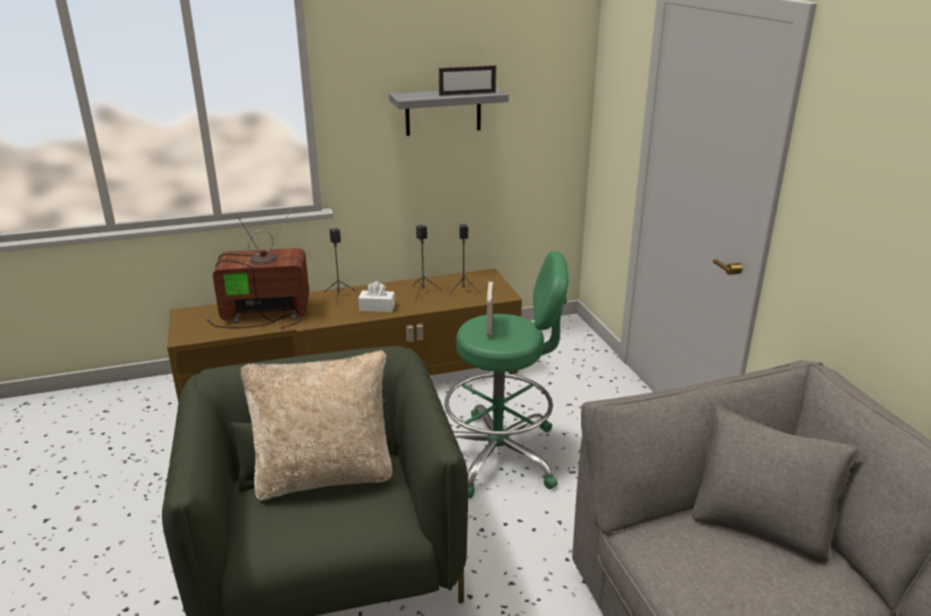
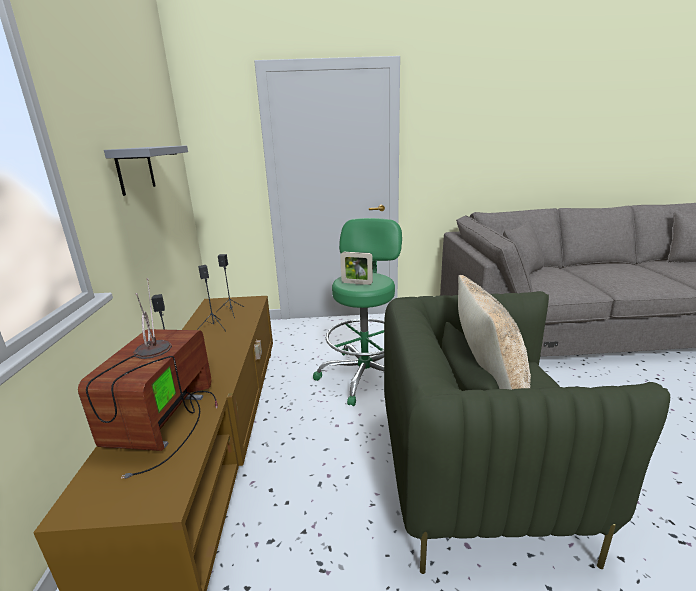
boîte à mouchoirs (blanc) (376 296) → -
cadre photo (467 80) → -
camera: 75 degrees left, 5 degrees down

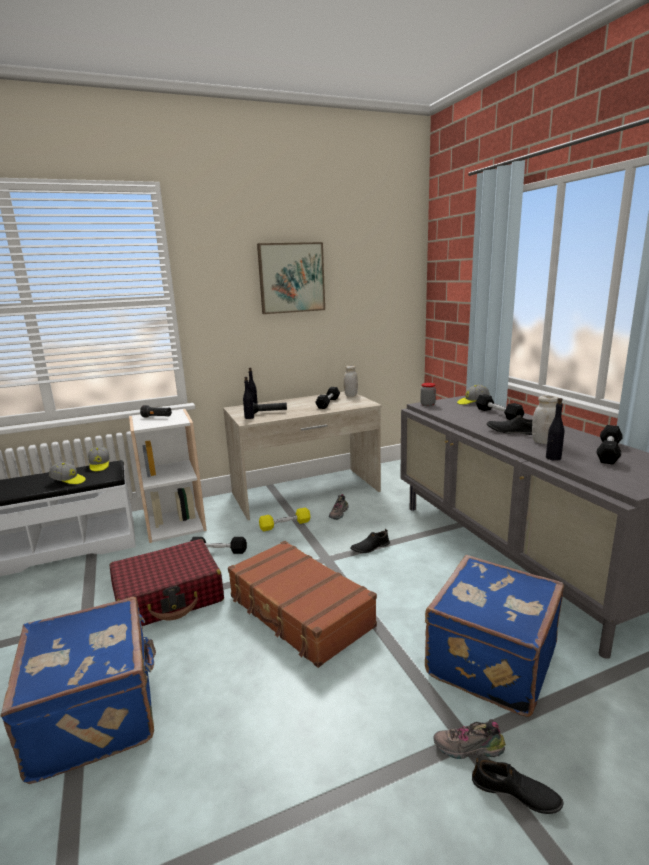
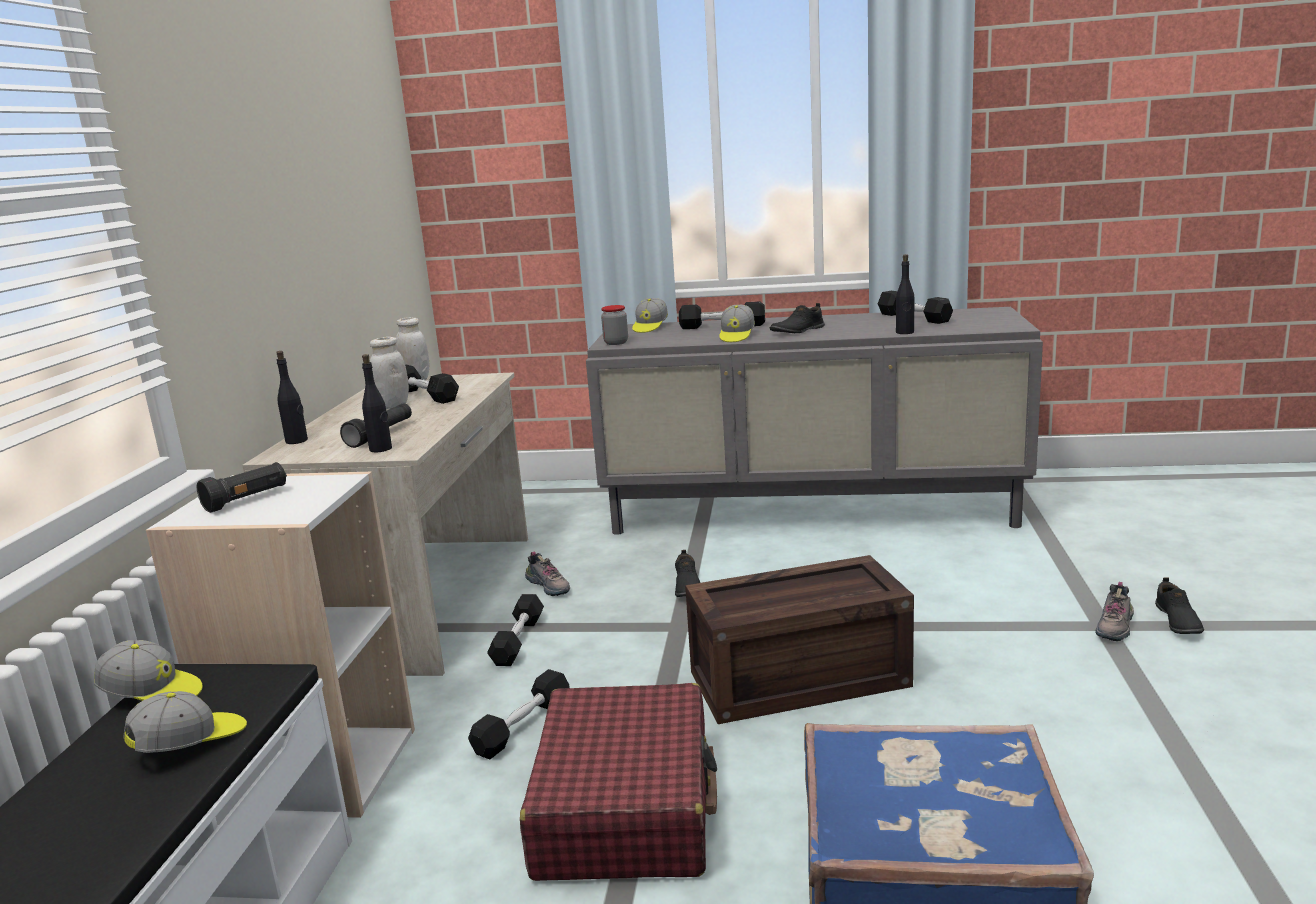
tableau (291 278) → -
valise (bleu) (494 636) → -
- → casquette (737 323)
bocal (blanc) (545 419) → bocal (blanc) (389 373), move
valise (marron) (302 604) → caisse (799 639)
haltère (jaune) (285 520) → haltère (noir) (515 630)
chaussure (noir) (517 786) → chaussure (noir) (1179 605), 135 degrees clockwise
camera: 60 degrees left, 0 degrees up

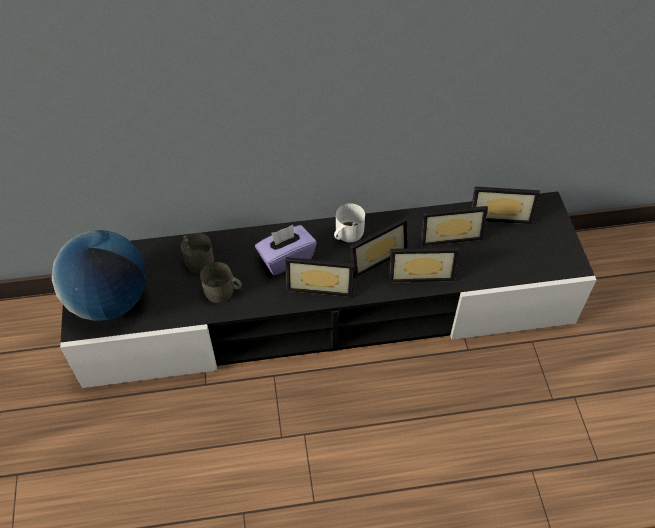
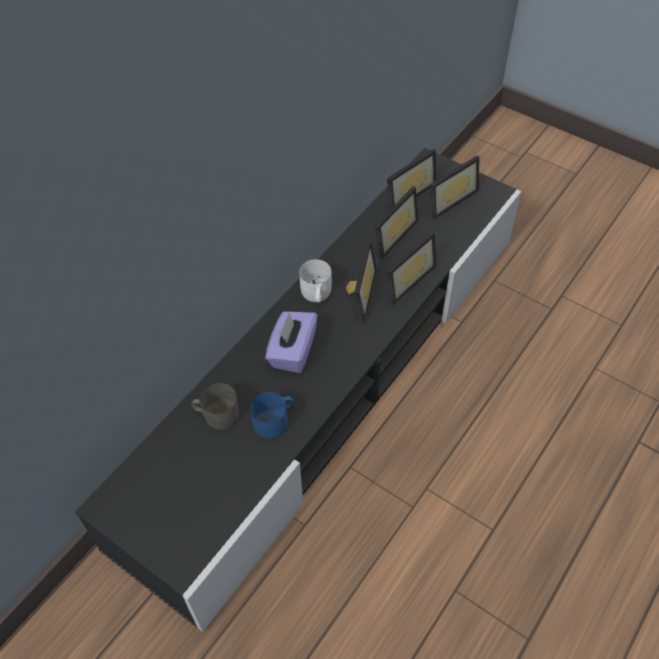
globe (99 275) → -
cadre photo (319 277) → cadre photo (454 188), move
mug (gris) (221 282) → mug (bleu) (272 415)
camera: 45 degrees left, 0 degrees up

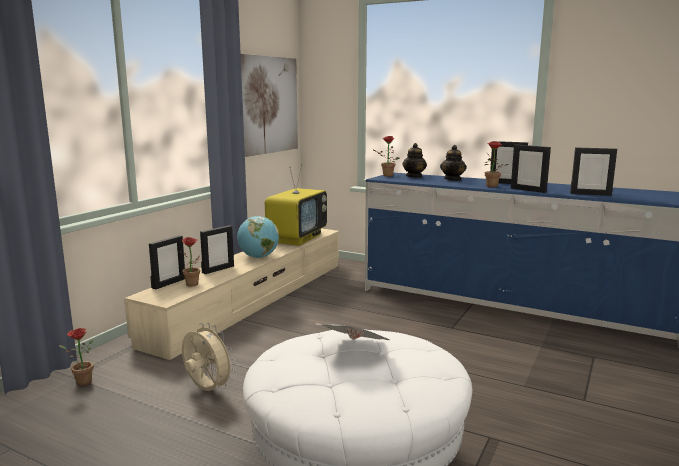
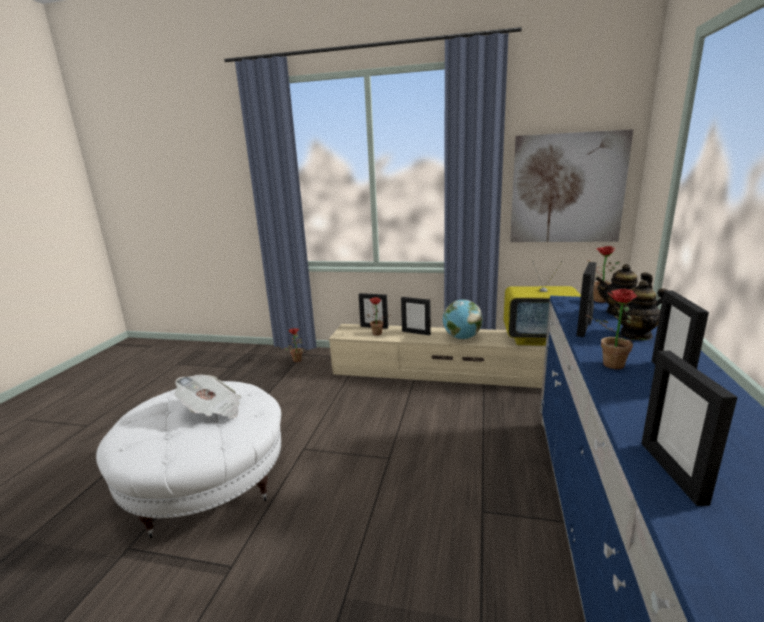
ventilateur (beige) (209 357) → -
cadre photo (531 169) → cadre photo (586 299), move
camera: 75 degrees right, 5 degrees up

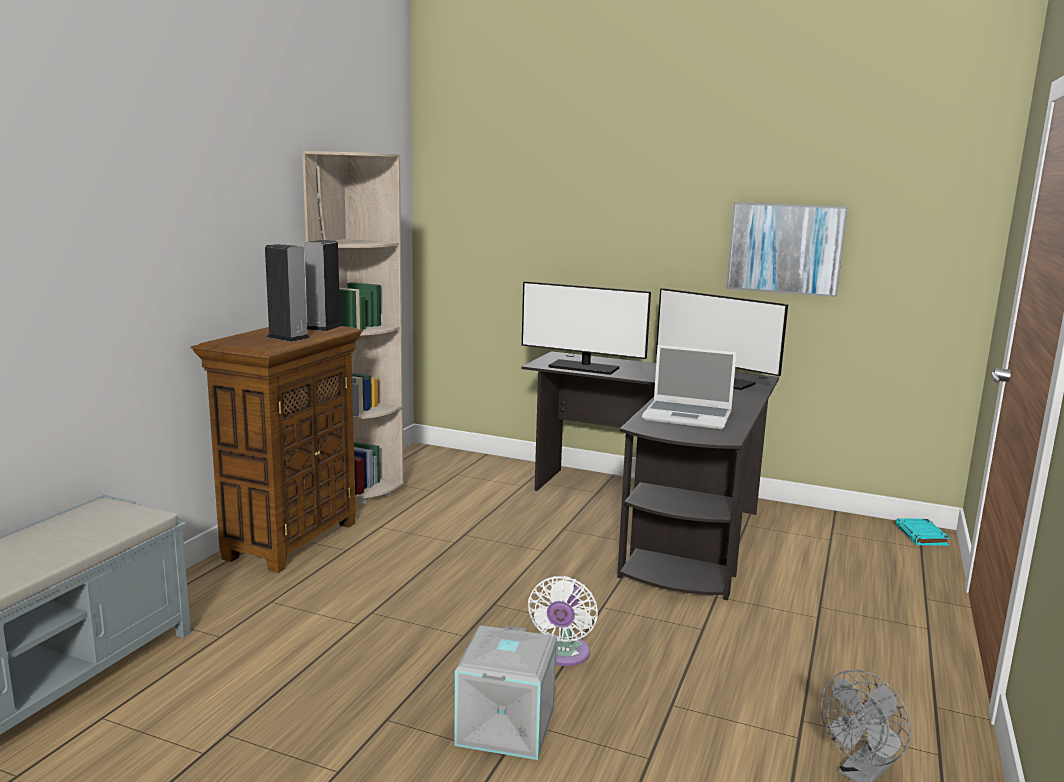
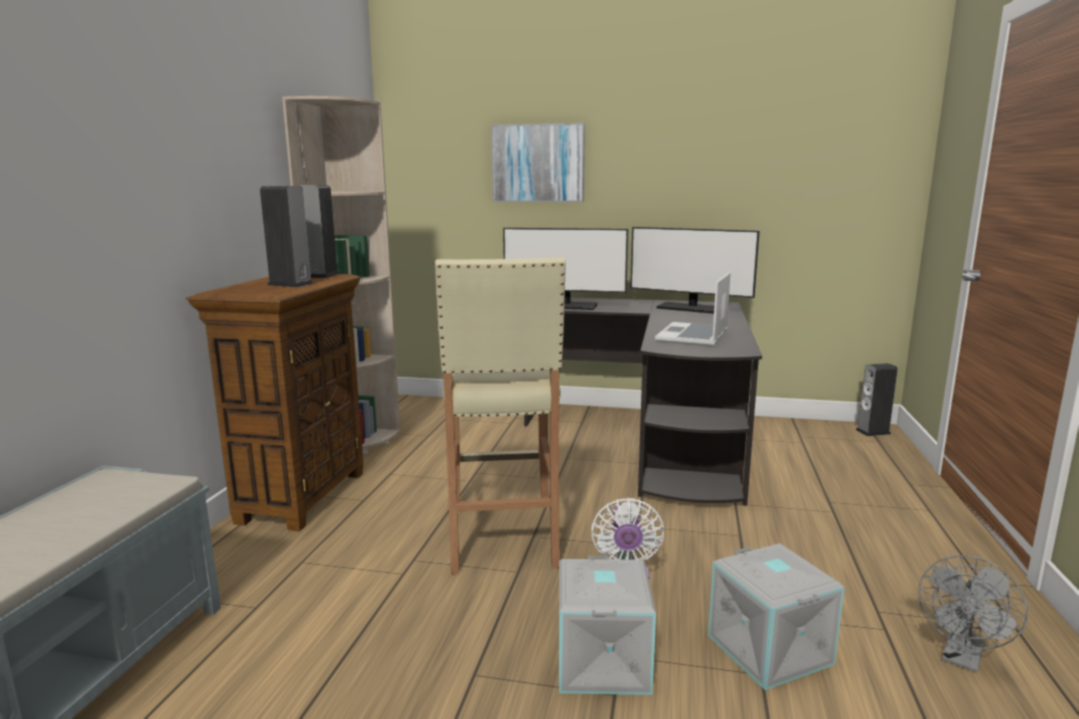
- → tabouret (beige) (500 415)
- → boîte de rangement (gris) (776 616)
tableau (786 249) → tableau (538 162), move
livre (turquoise) (922 532) → enceinte (877 399)
ordinateur portable (689 387) → ordinateur portable (693 309), 105 degrees clockwise
camera: 10 degrees left, 0 degrees up

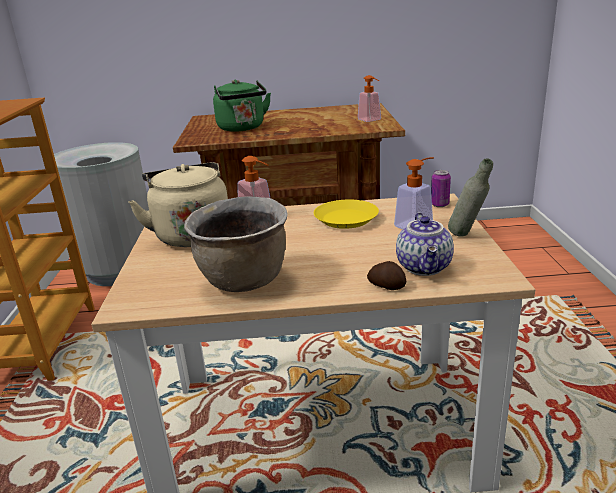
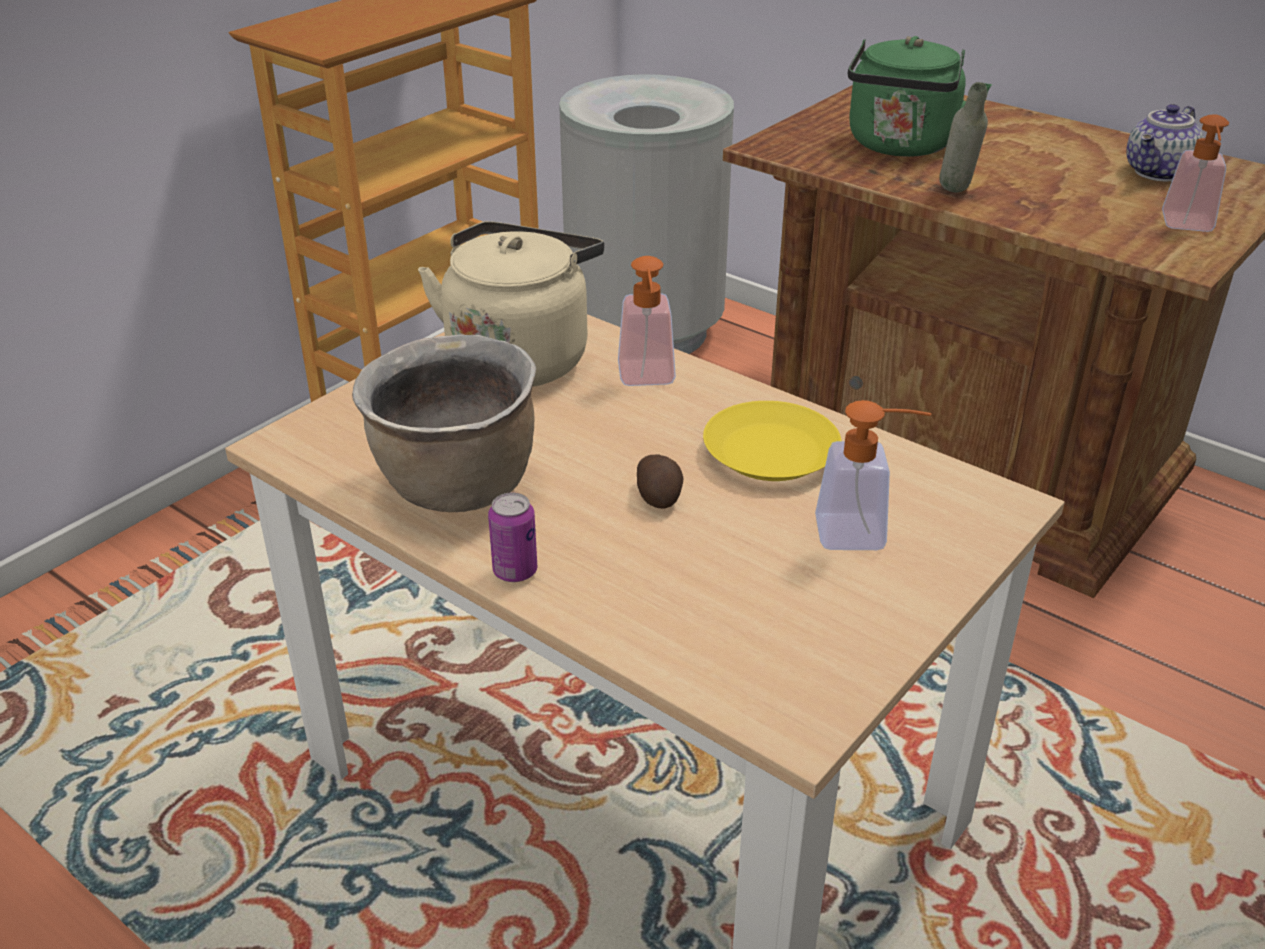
pomme de terre (386 275) → pomme de terre (660 481), move
théière (425 244) → théière (1164 142), move
boîte métallique (441 188) → boîte métallique (512 537), move
bouteille (gris) (470 197) → bouteille (gris) (963 137), move
camera: 40 degrees right, 10 degrees up

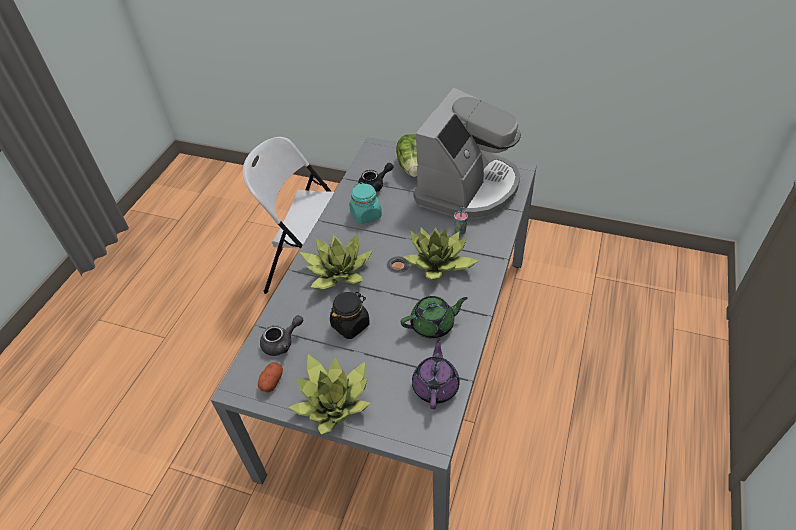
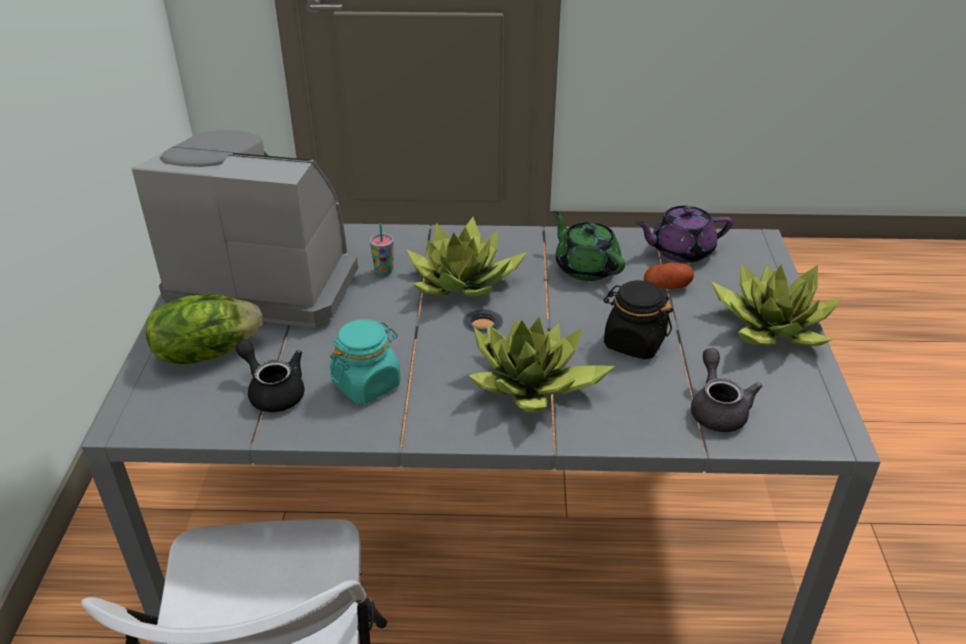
pomme de terre (270 377) → pomme de terre (669 276), move
théière (gris) (281 335) → théière (gris) (727 390), 45 degrees clockwise
camera: 110 degrees left, 10 degrees down

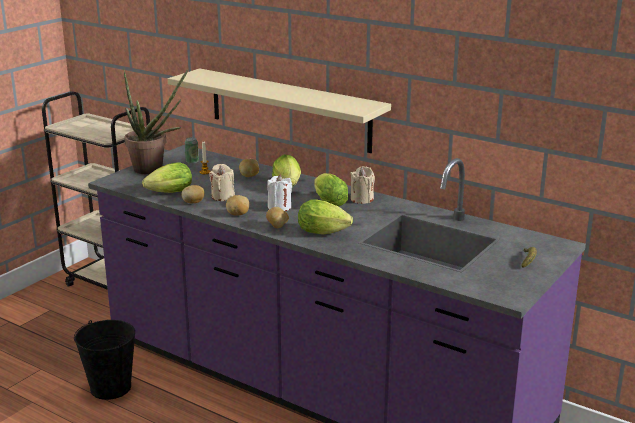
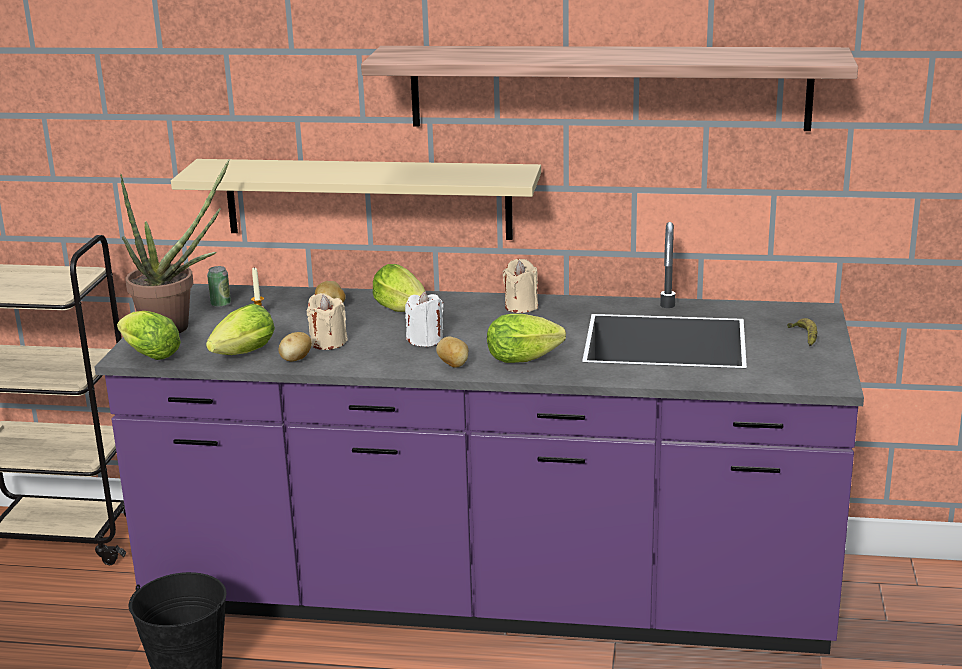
pomme de terre (237 205) → -
- → étagère (609 88)
laitue (331 190) → laitue (149 335), move
camera: 25 degrees left, 0 degrees up

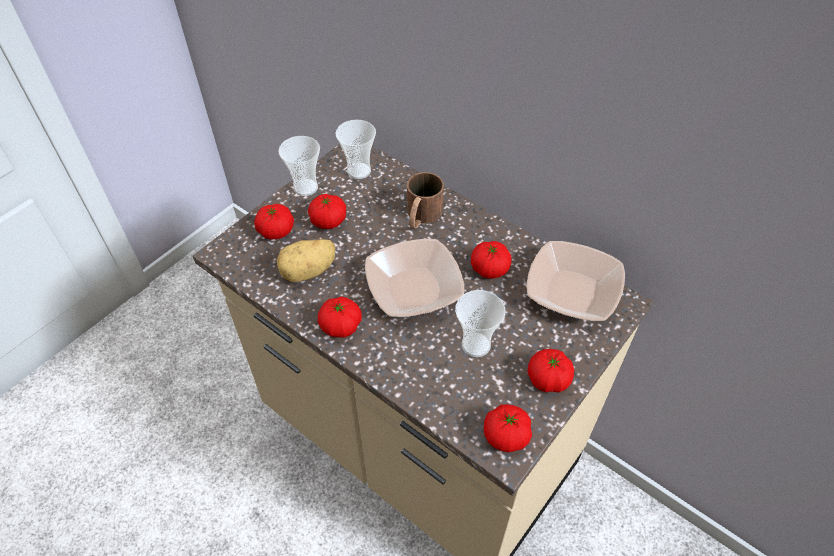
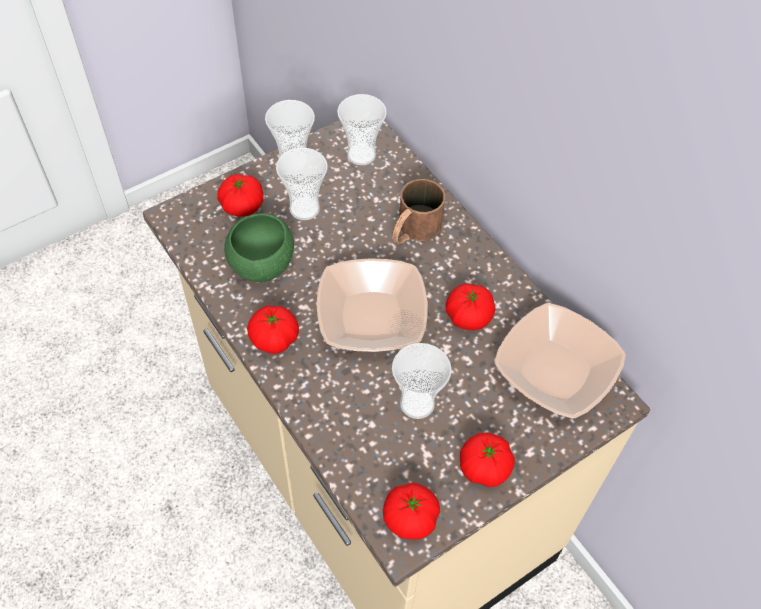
pomme de terre (306 260) → bol (vert) (259 247)
tomate (327 211) → tasse (302 184)
camera: 15 degrees right, 5 degrees up

